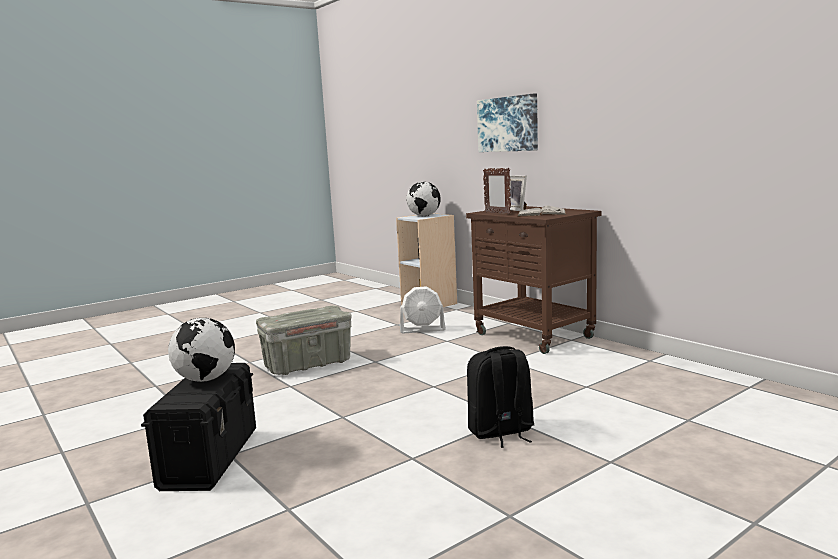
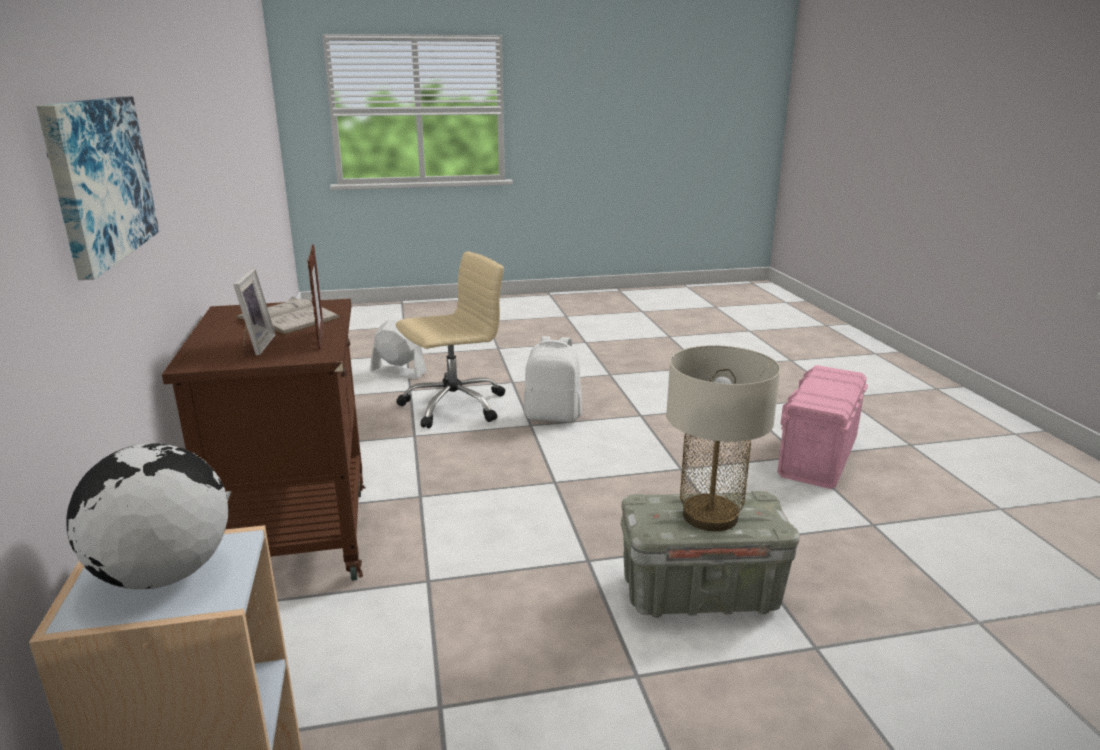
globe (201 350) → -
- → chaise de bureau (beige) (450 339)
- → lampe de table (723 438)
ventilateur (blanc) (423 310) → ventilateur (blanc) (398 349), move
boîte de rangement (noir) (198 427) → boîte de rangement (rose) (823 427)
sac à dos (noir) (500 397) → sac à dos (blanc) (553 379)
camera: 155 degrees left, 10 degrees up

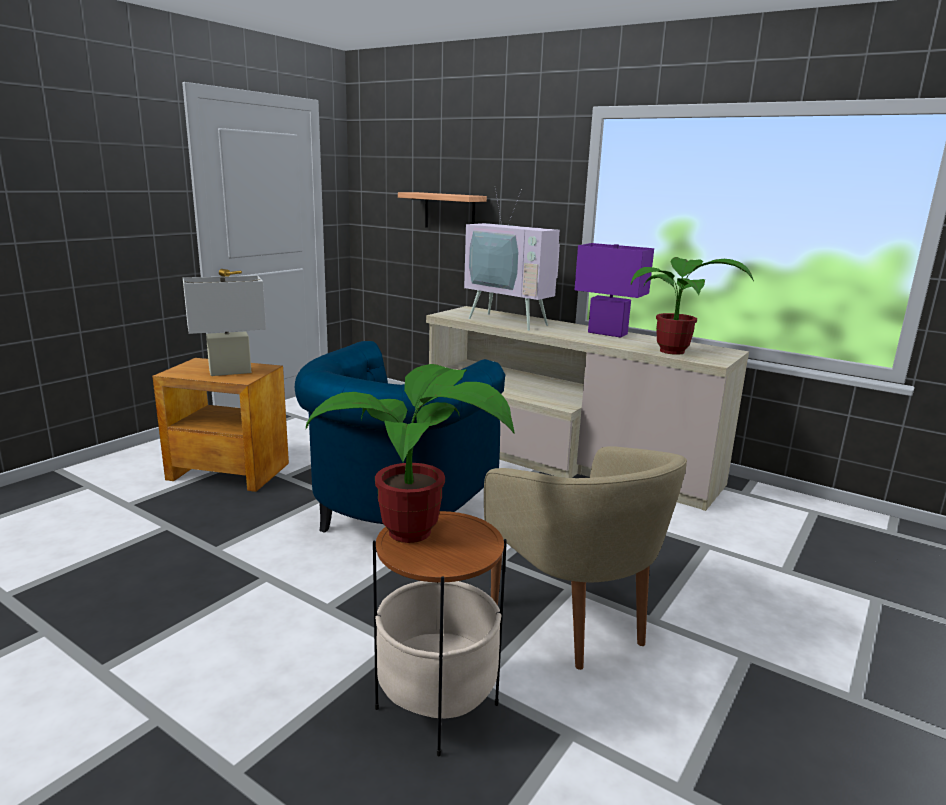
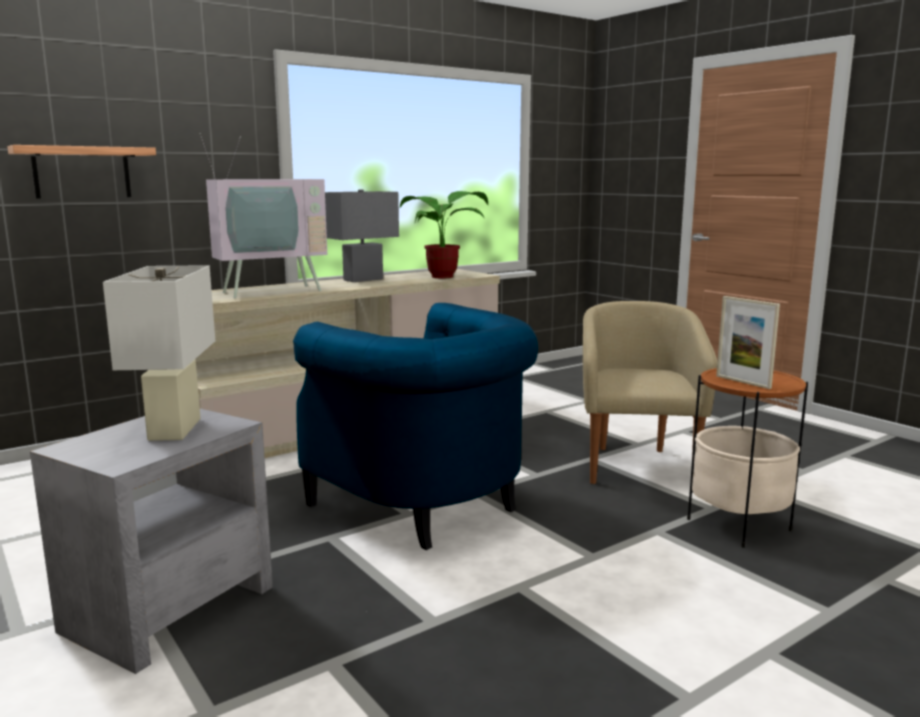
plante en pot (410 453) → cadre photo (748 342)
table d'appoint (marron) (220 425) → table d'appoint (gris) (151 541)
lampe de table (violet) (614 290) → lampe de table (gris) (362 236)
fauteuil (beige) (585 558) → fauteuil (beige) (650 392), 75 degrees counterclockwise
camera: 70 degrees left, 5 degrees down

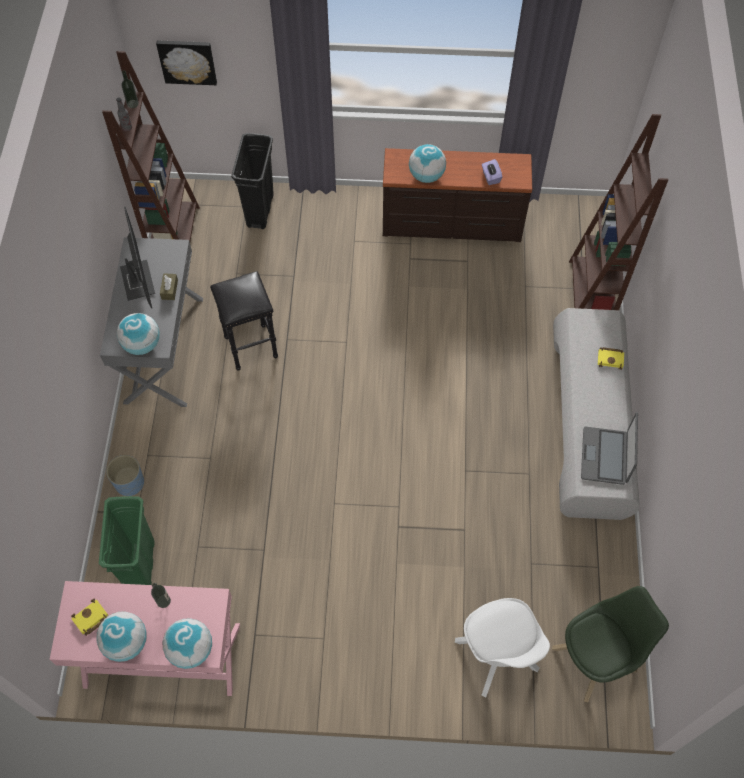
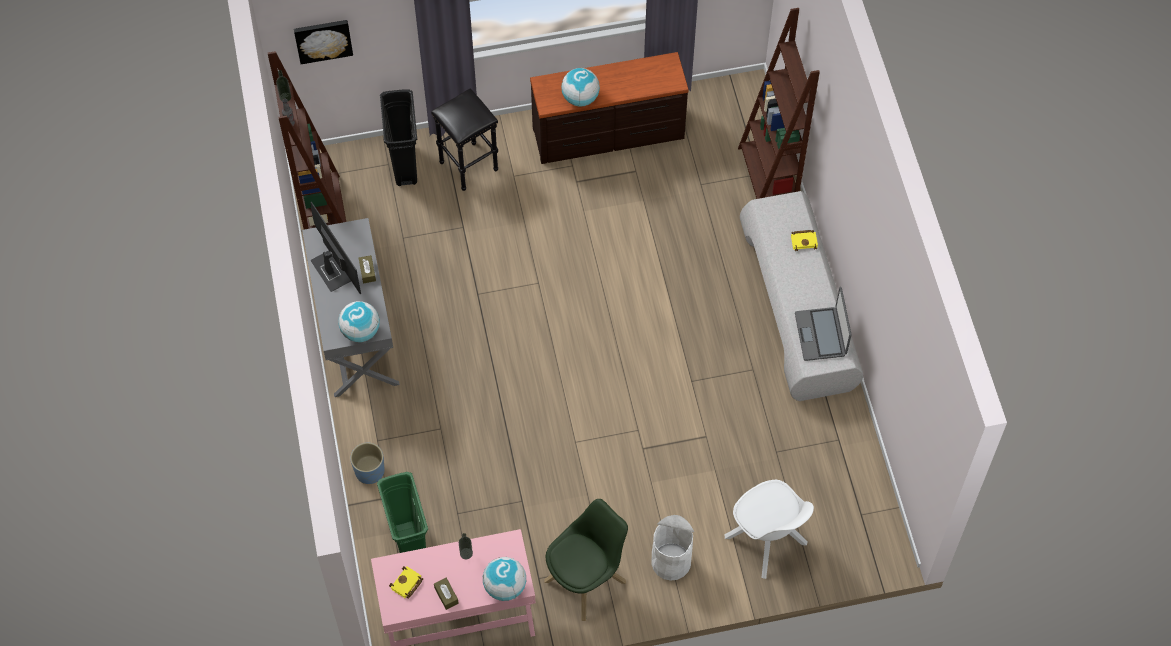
boîte à mouchoirs (violet) (492 172) → -
- → poubelle (blanc) (672 548)
tabouret (noir) (244 321) → tabouret (noir) (464 139), move
chaise (vert) (610 644) → chaise (vert) (586 560), move
globe (121 636) → boîte à mouchoirs (marron) (446 594)
camera: 15 degrees left, 0 degrees up

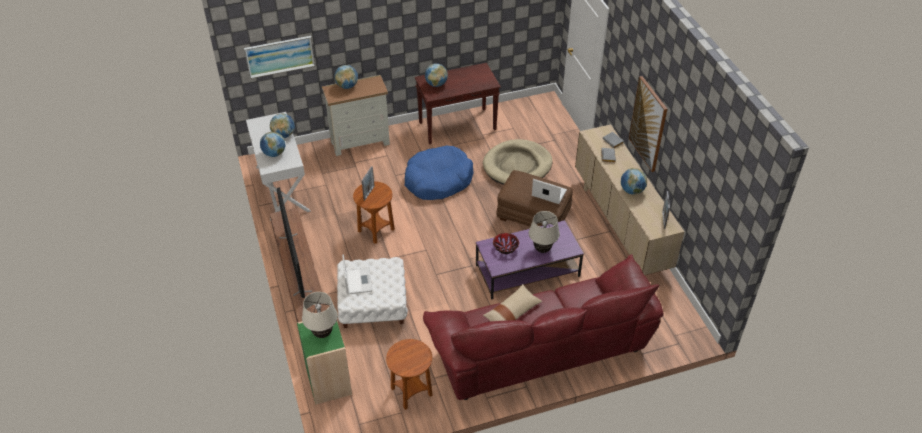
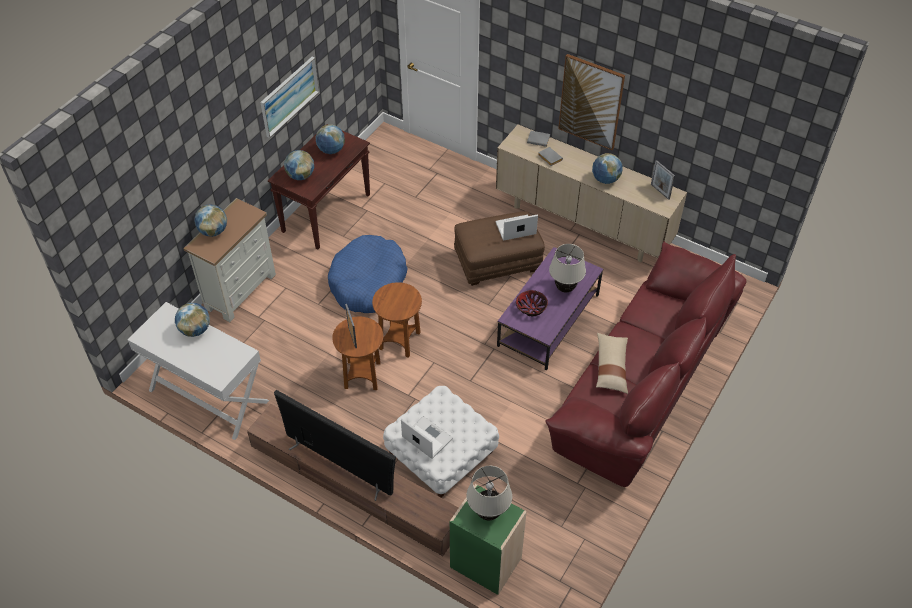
panier pour chien (beige) (518 162) → -
tableau (279 57) → tableau (289 97), move
globe (272 144) → globe (330 139), move
table d'appoint (marron) (409 374) → table d'appoint (marron) (397 320), move
camera: 40 degrees left, 5 degrees up

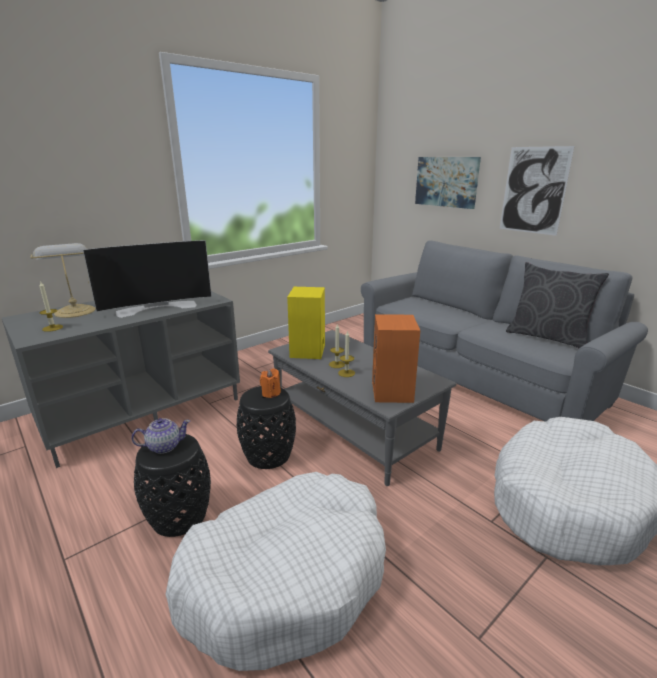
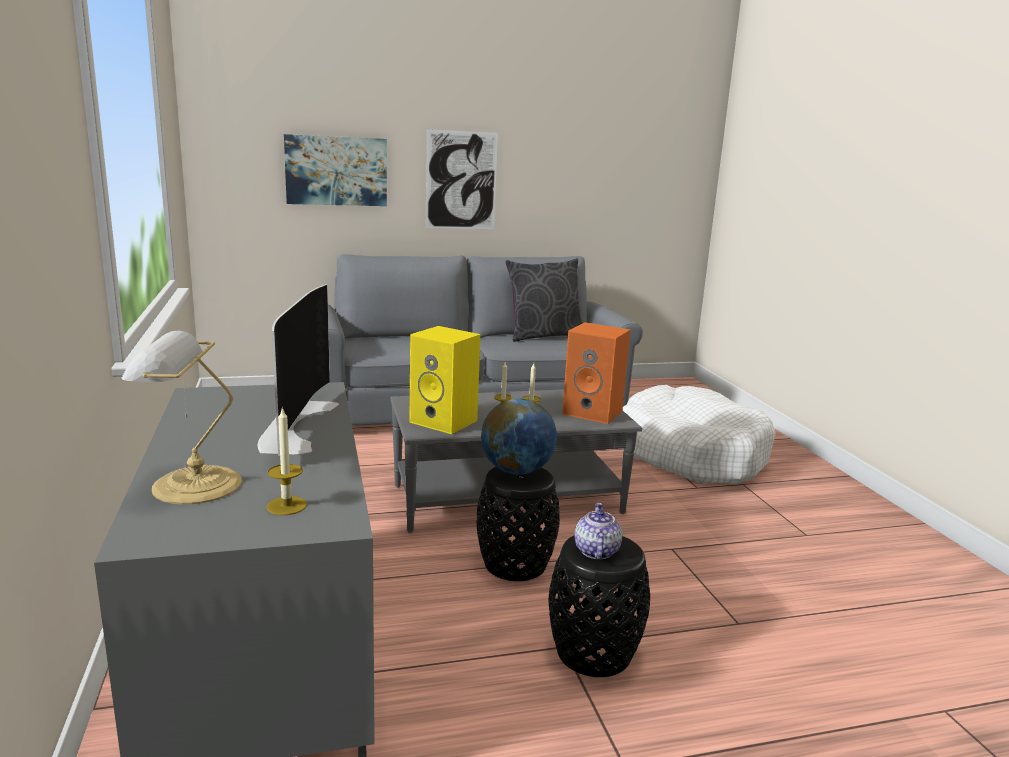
panier pour chien (blanc) (275 571) → -
bougie (orange) (270 383) → globe (519 436)
camera: 65 degrees left, 5 degrees down

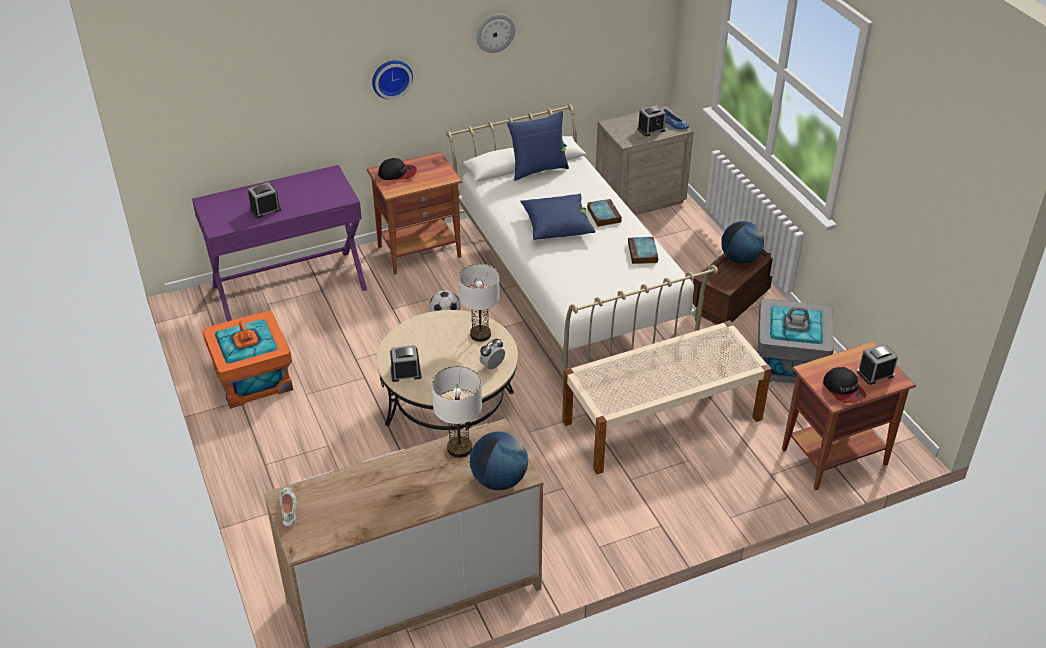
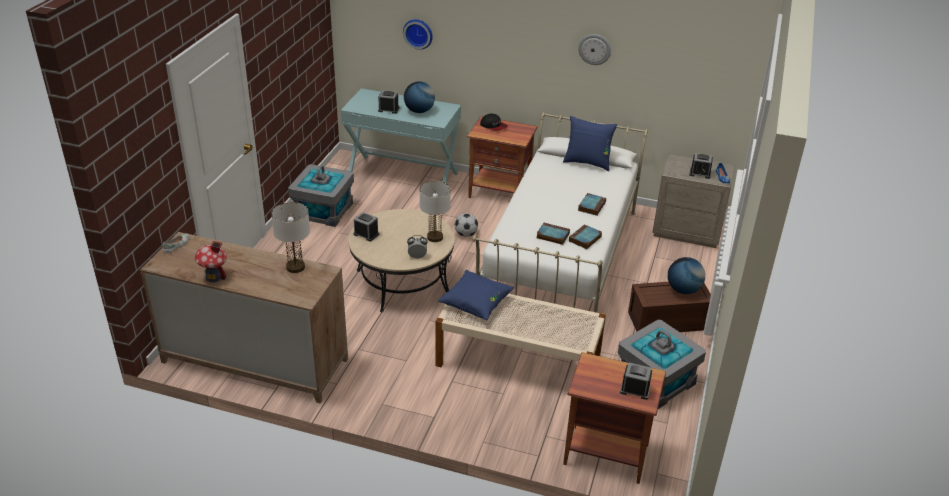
casquette (844 385) → -
- → maison miniature (211 261)
- → livre (553 233)
horloge murale (392 79) → horloge murale (417 34), move
globe (499 461) → globe (419 97), move
coussin (bleu) (558 217) → coussin (bleu) (476 295), move
bureau (violet) (279 243) → bureau (turquoise) (401 135)
boîte de rangement (orange) (247 360) → boîte de rangement (gris) (321 195)
camera: 40 degrees right, 5 degrees down

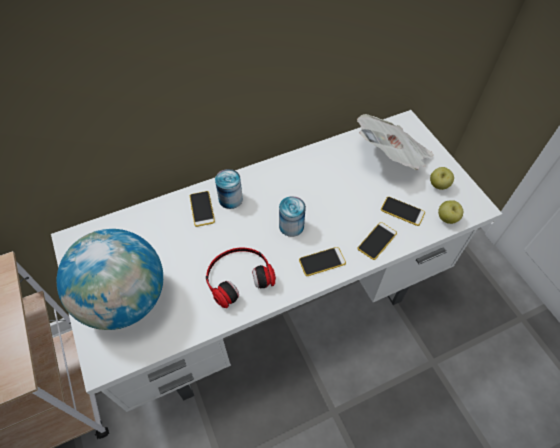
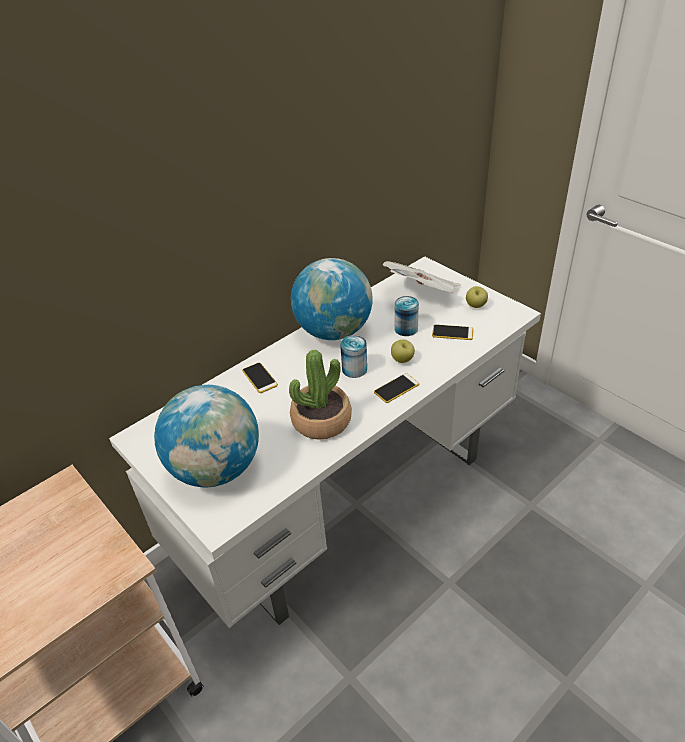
téléphone (377 241) → -
- → globe (332 299)
boîte métallique (229 189) → boîte métallique (406 316), move
pomme (450 212) → pomme (403 351), move
casque audio (241 277) → plante en pot (320 395)
camera: 15 degrees left, 15 degrees down

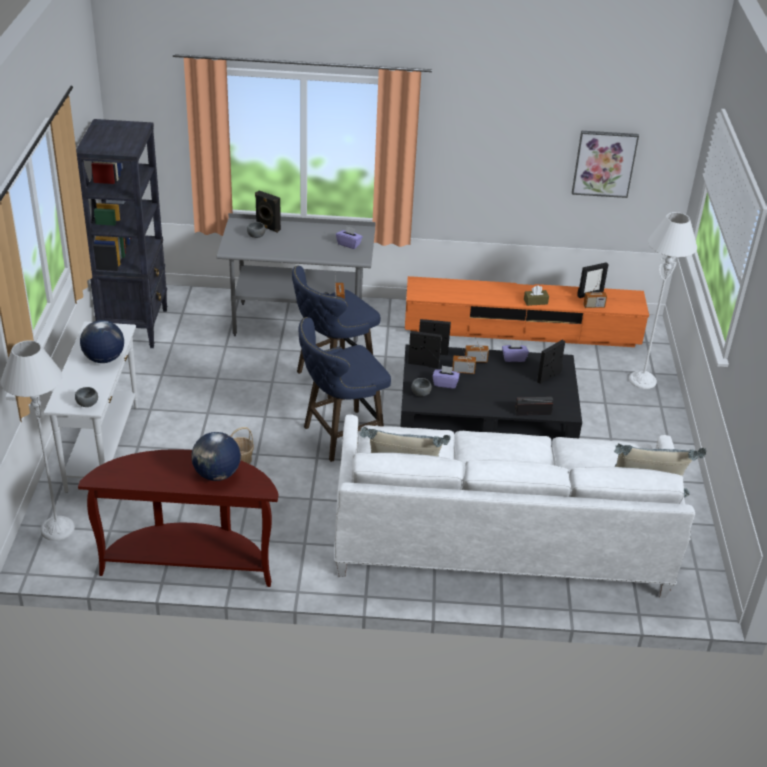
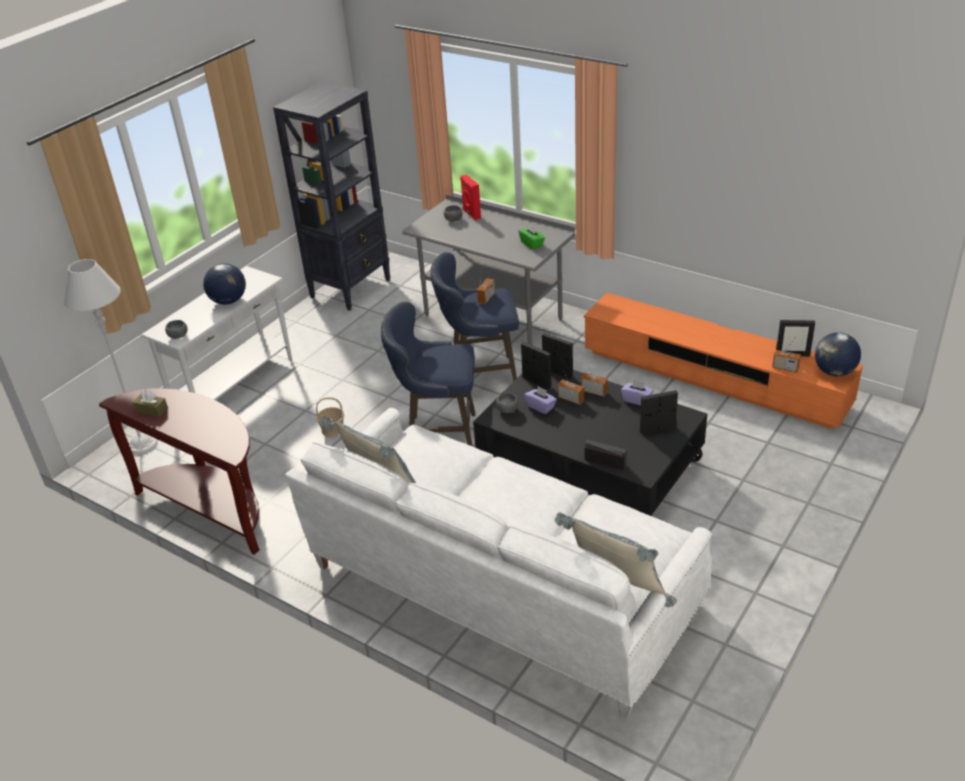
tableau (605 164) → -
lampadaire (blanc) (663 300) → -
globe (216 456) → globe (838 354), move
boîte à mouchoirs (marron) (536 295) → boîte à mouchoirs (marron) (150 403), move
enceinte (noir) (268 212) → enceinte (rouge) (470 197)
boîte à mouchoirs (violet) (349 237) → boîte à mouchoirs (vert) (532 236)
camera: 35 degrees right, 0 degrees up

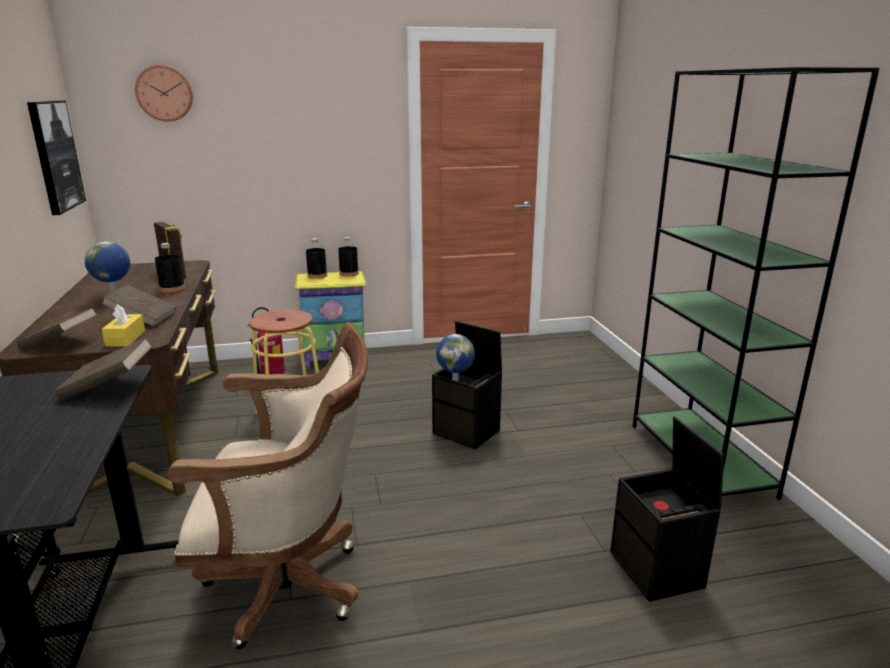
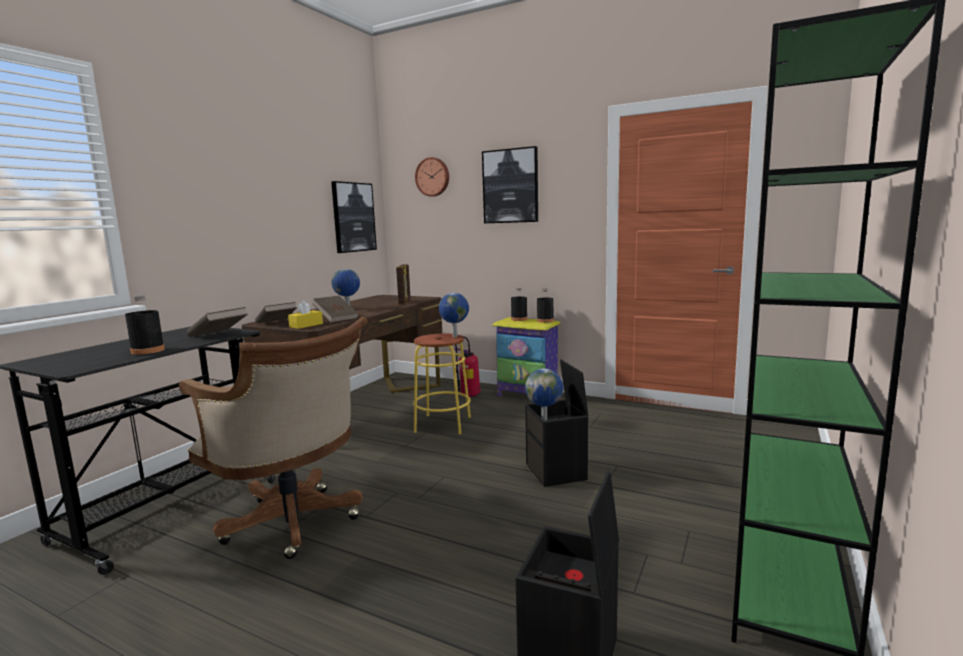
- → globe (454 315)
- → tableau (510 184)
bouteille (noir) (170 268) → bouteille (noir) (145 325), move
camera: 40 degrees right, 10 degrees down

